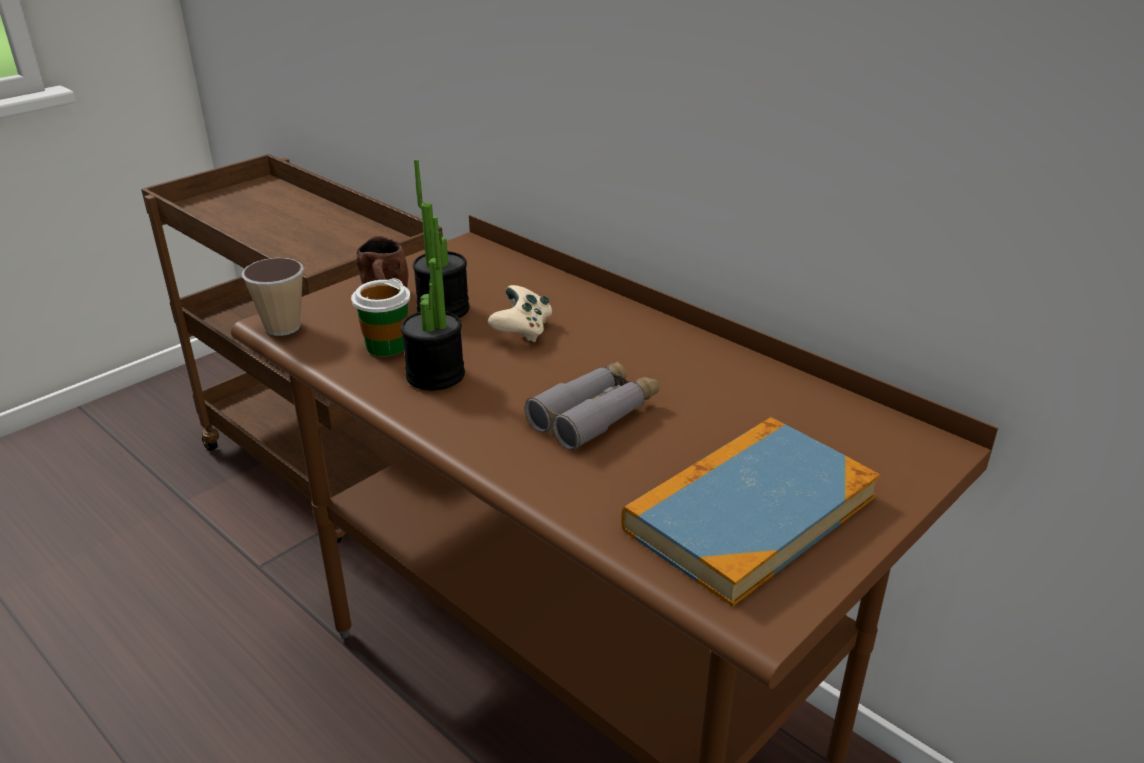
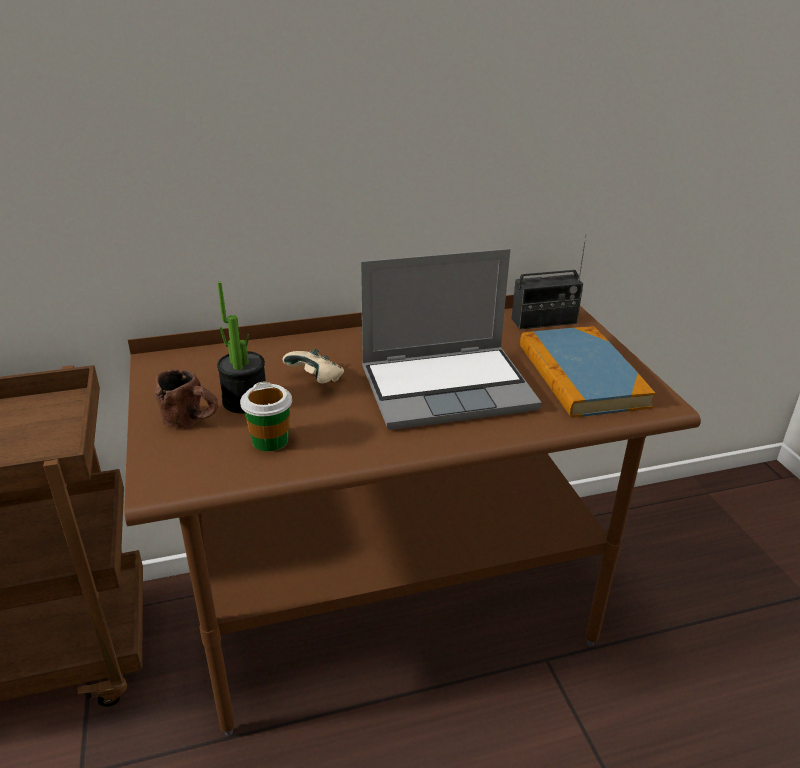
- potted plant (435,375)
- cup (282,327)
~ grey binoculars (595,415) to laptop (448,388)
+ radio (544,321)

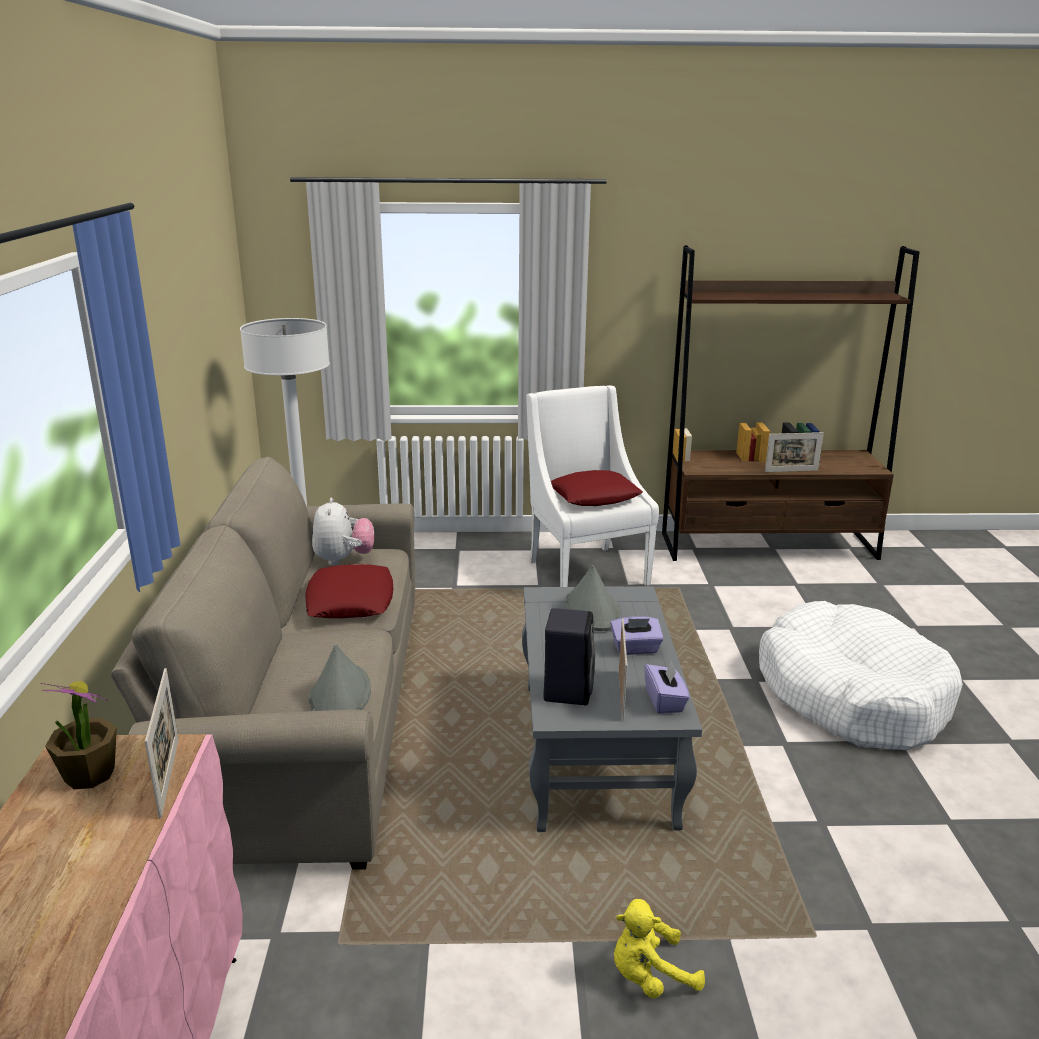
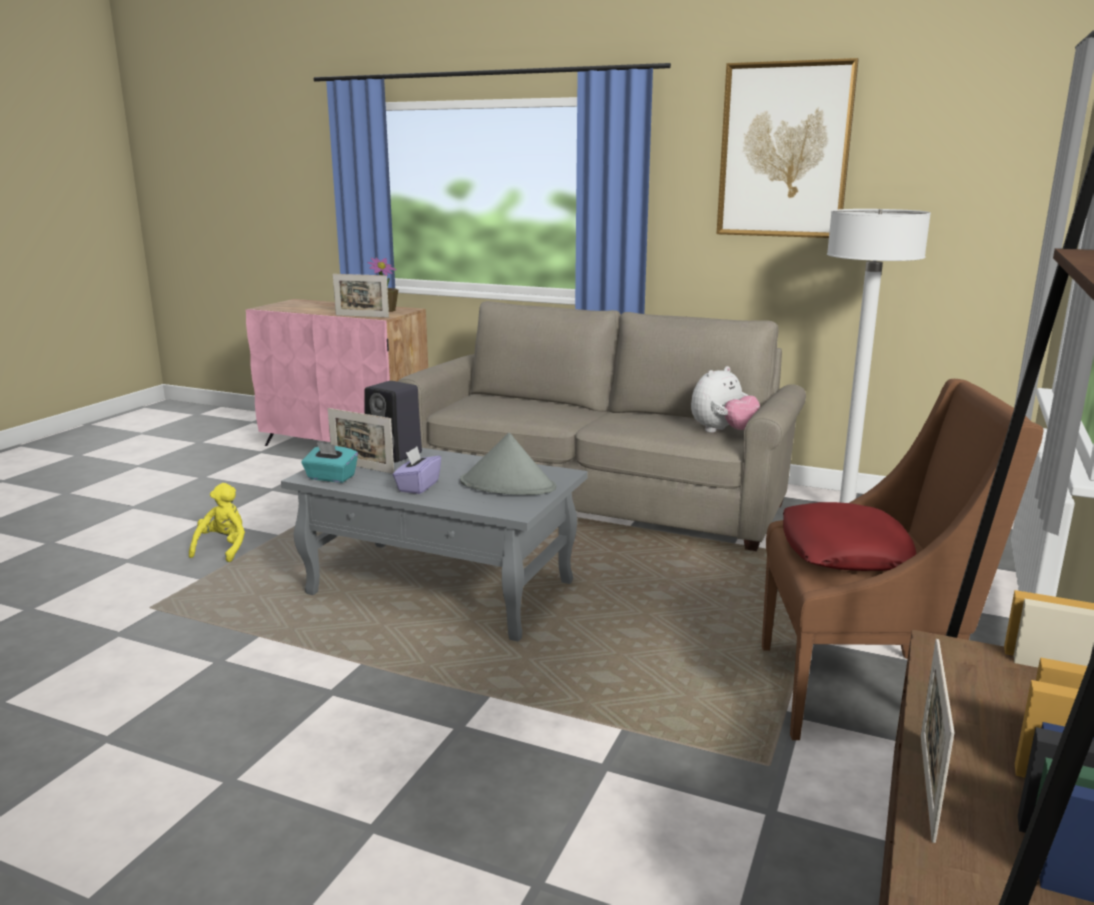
~ white armchair (585,571) to brown armchair (862,692)
~ plush toy (343,560) = (722,431) 60 degrees counterclockwise
- red pillow (350,601)
- white dog bed (851,695)
- grey hat (340,695)
~ purple tissue box (665,701) to turquoise tissue box (331,478)
+ picture (784,151)

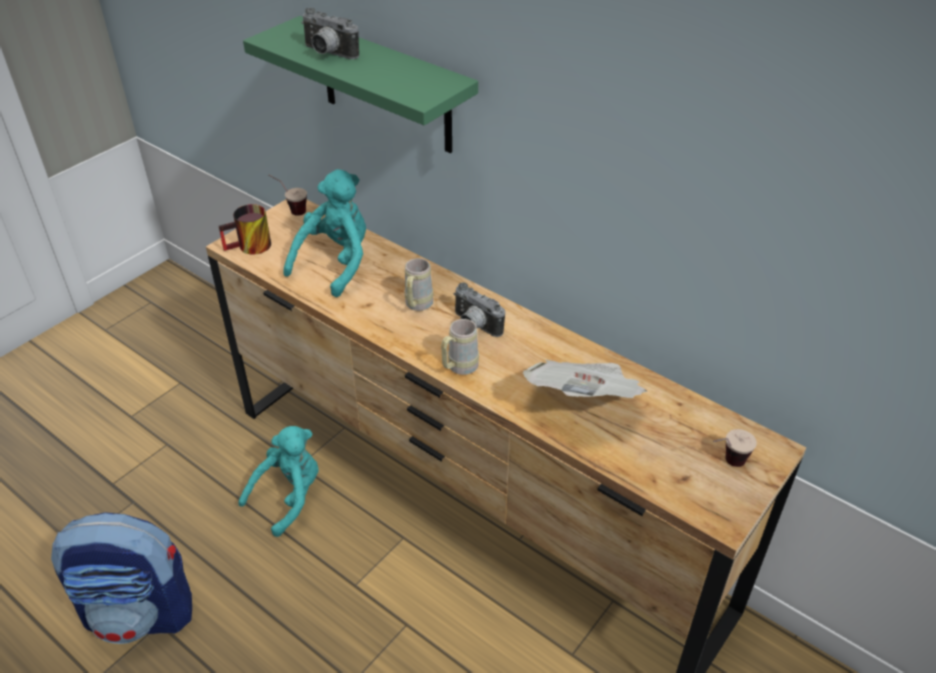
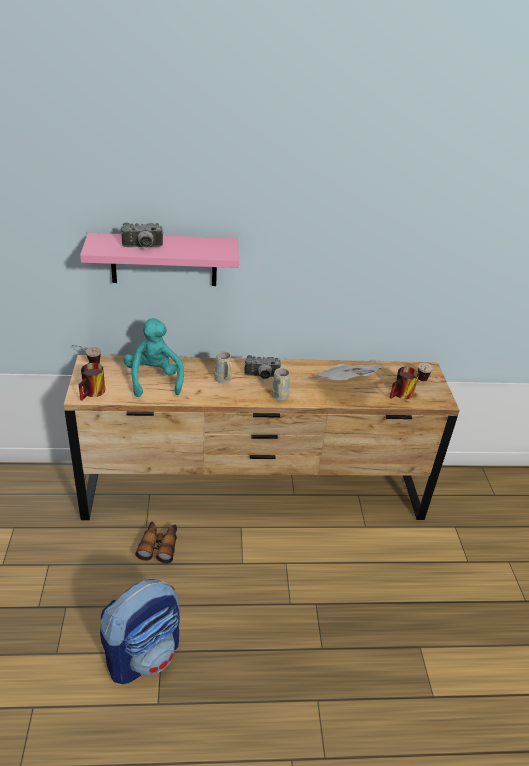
~ green shelf (386,87) to pink shelf (164,260)
~ turquoise plush toy (289,496) to binoculars (159,545)
+ mug (402,395)

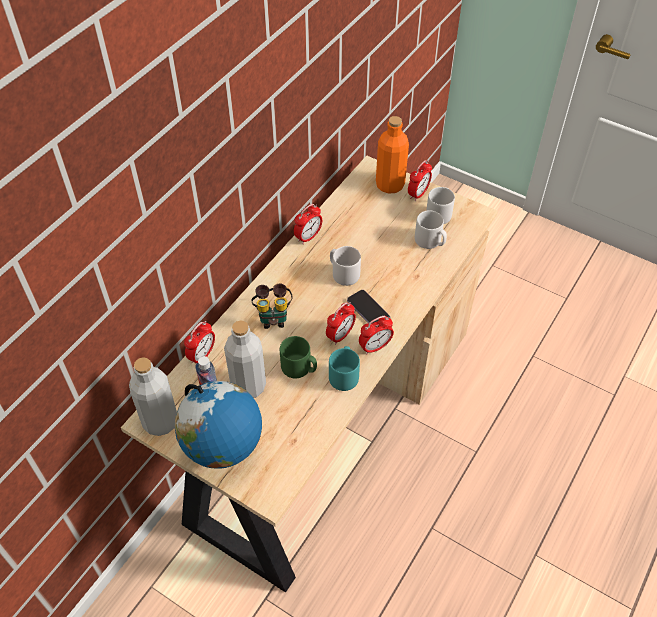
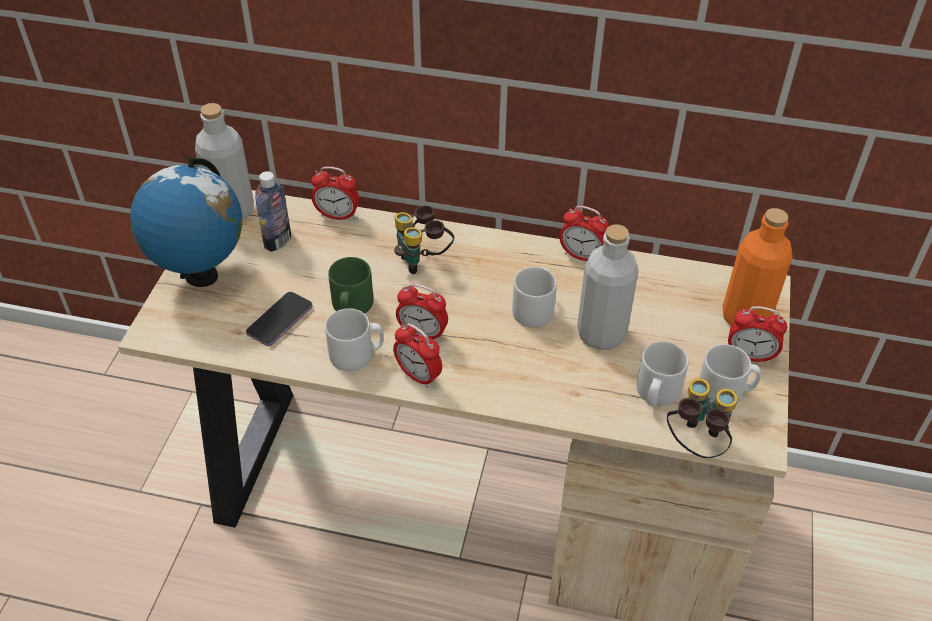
~ phone (368,310) to (280,320)
~ grey bottle (248,386) to (601,334)
~ turquoise mug (344,375) to grey mug (357,355)
+ binoculars (696,443)

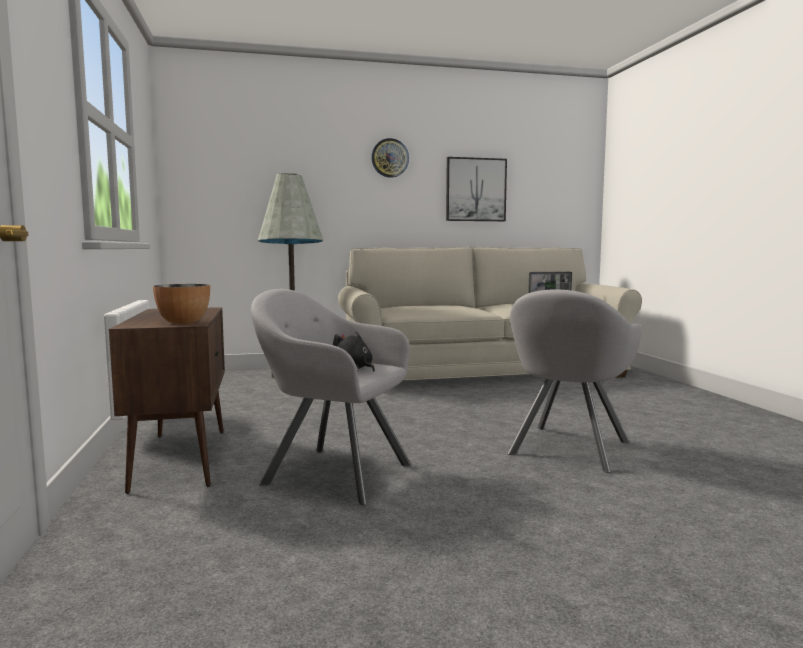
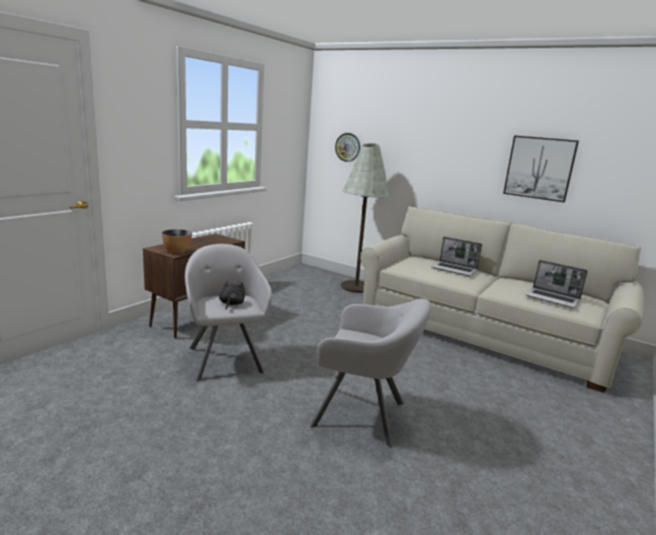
~ wall clock (390,158) to (348,147)
~ grey armchair (568,449) = (364,415) 150 degrees counterclockwise
+ laptop (455,269)

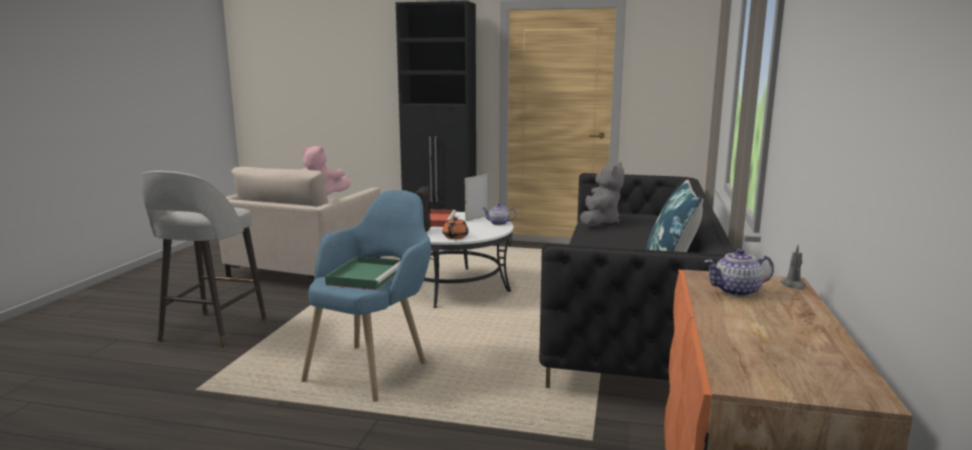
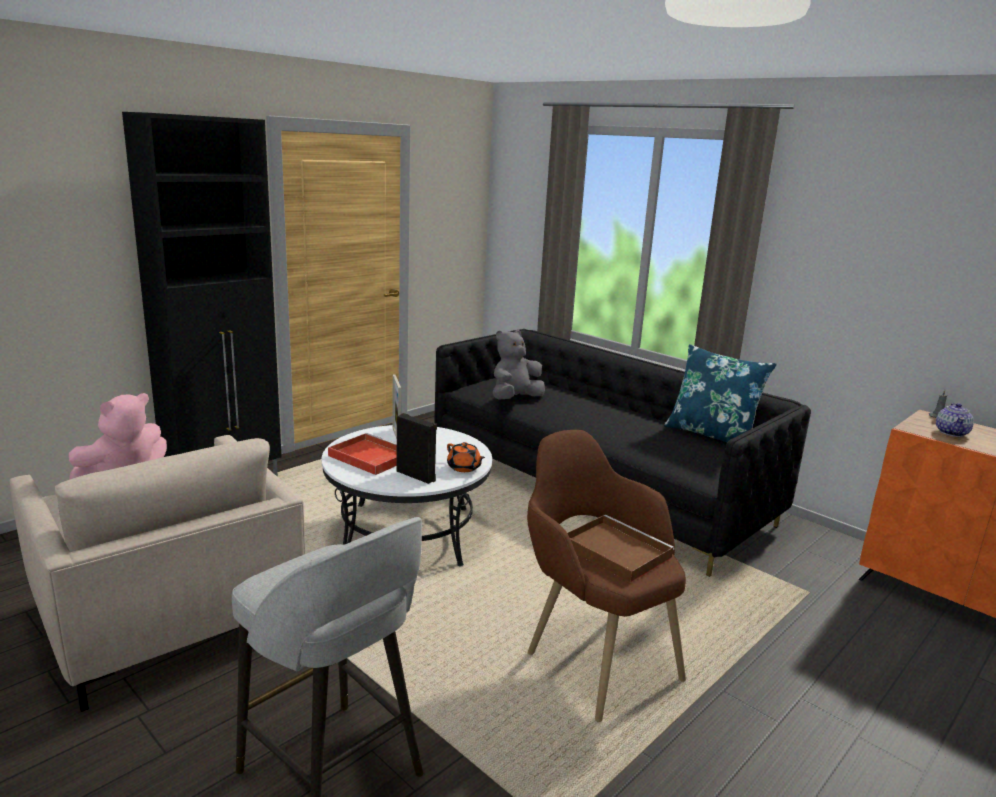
~ grey plush toy (599,222) = (515,399) 90 degrees counterclockwise
~ blue armchair (375,366) to brown armchair (591,655)
- teapot (499,223)
~ green tray (366,276) to brown tray (614,551)

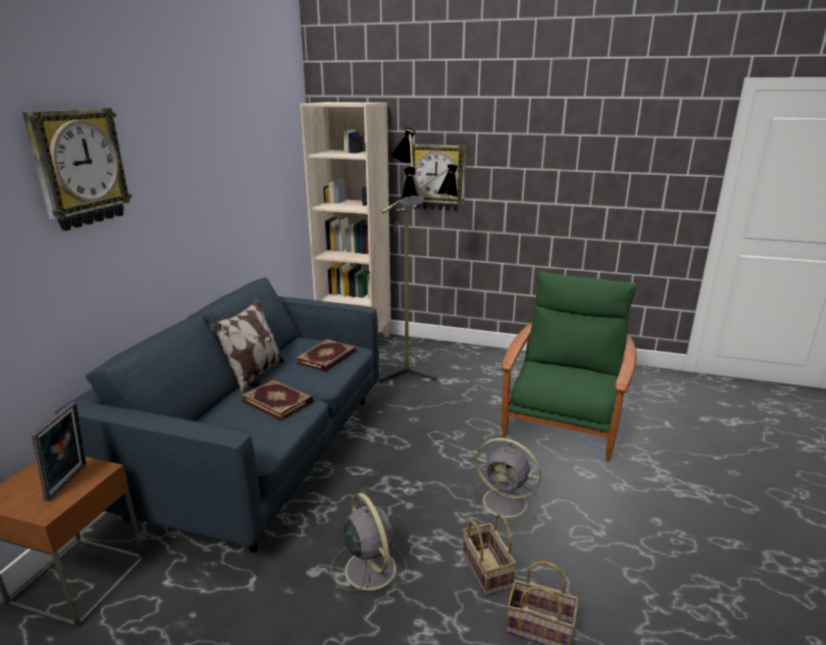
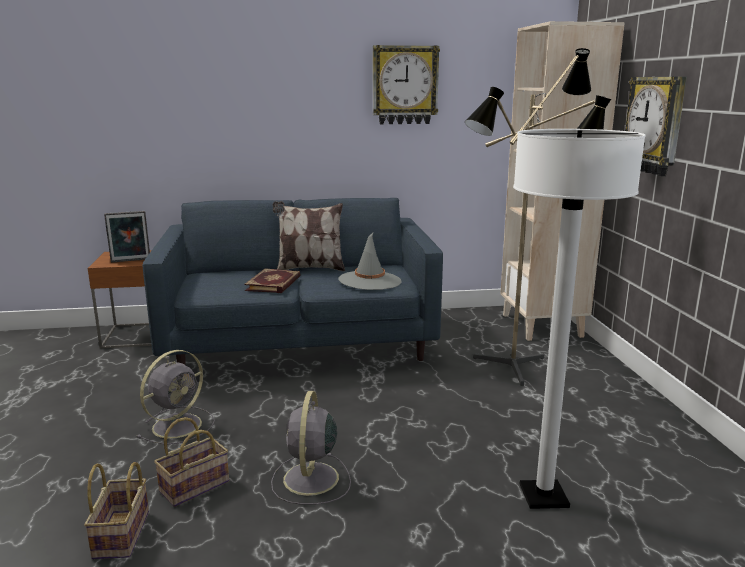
~ wall clock (79,168) to (404,85)
~ green armchair (563,418) to white floor lamp (543,496)
~ book (327,357) to grey hat (370,281)

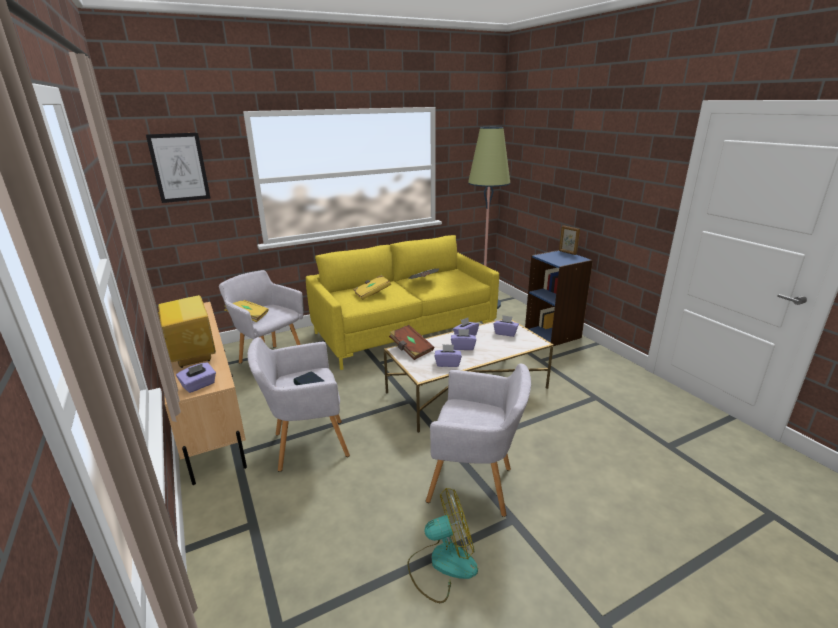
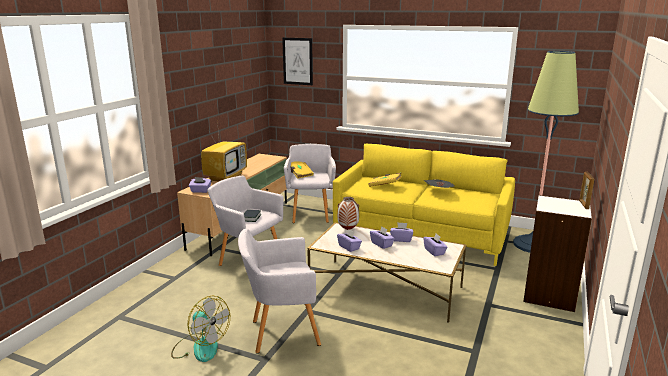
~ blue bookcase (553,334) to white bookcase (550,295)
~ brown book (411,349) to vase (347,230)
~ grey armchair (475,485) = (281,332) 105 degrees clockwise

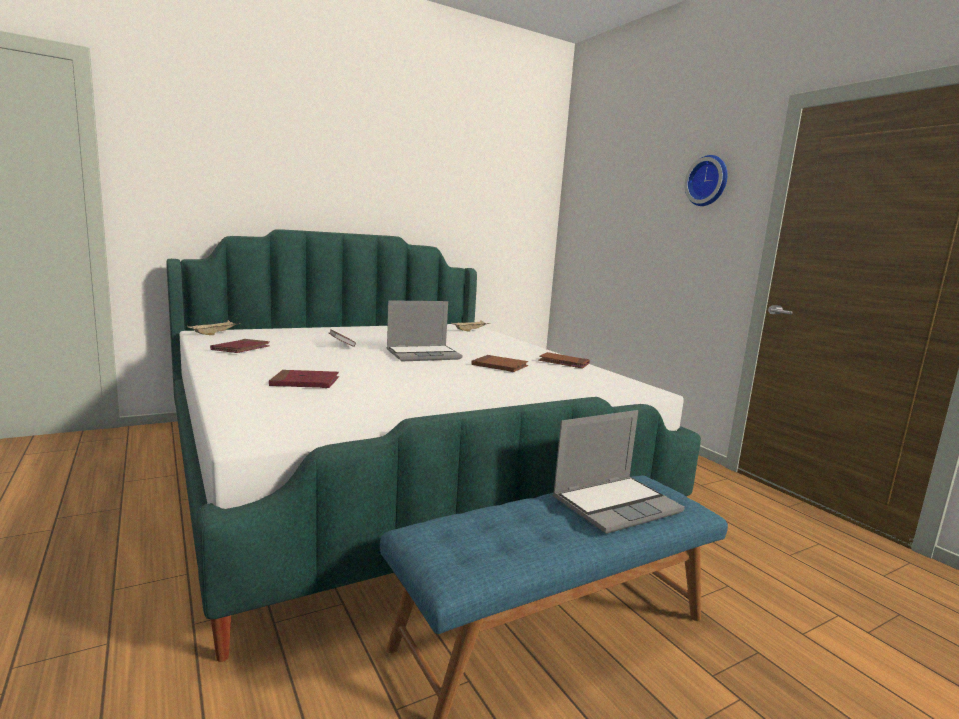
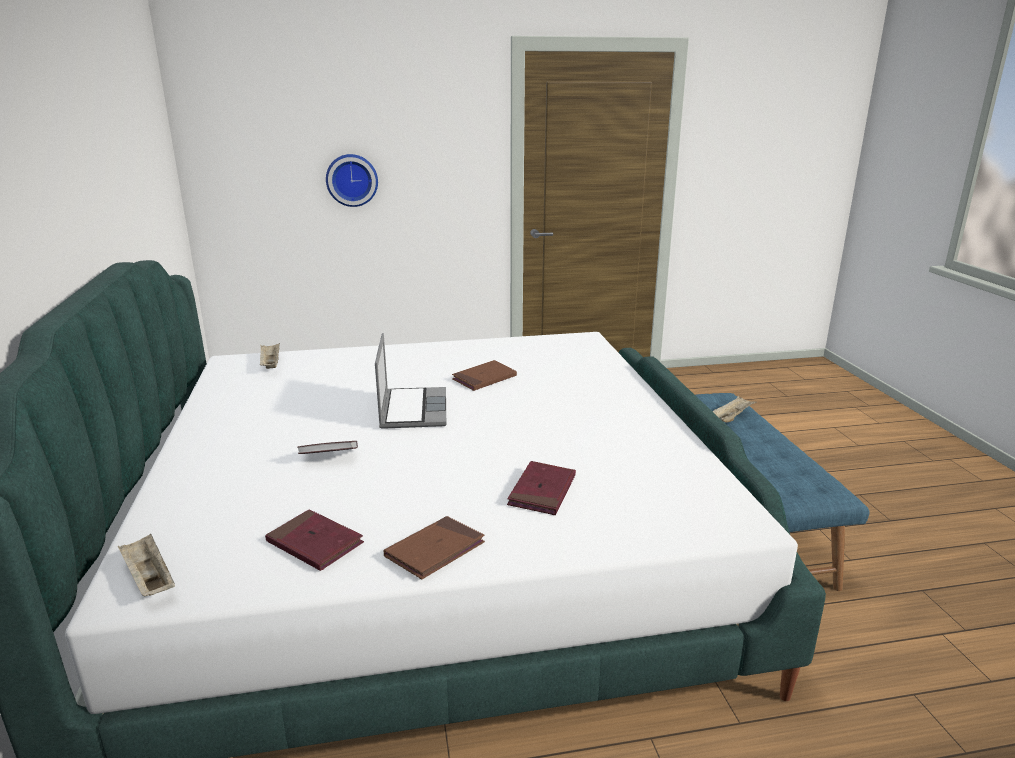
~ wall clock (708,181) to (352,180)
~ brown book (563,363) to (435,551)
~ laptop (616,504) to beige tray (730,417)

